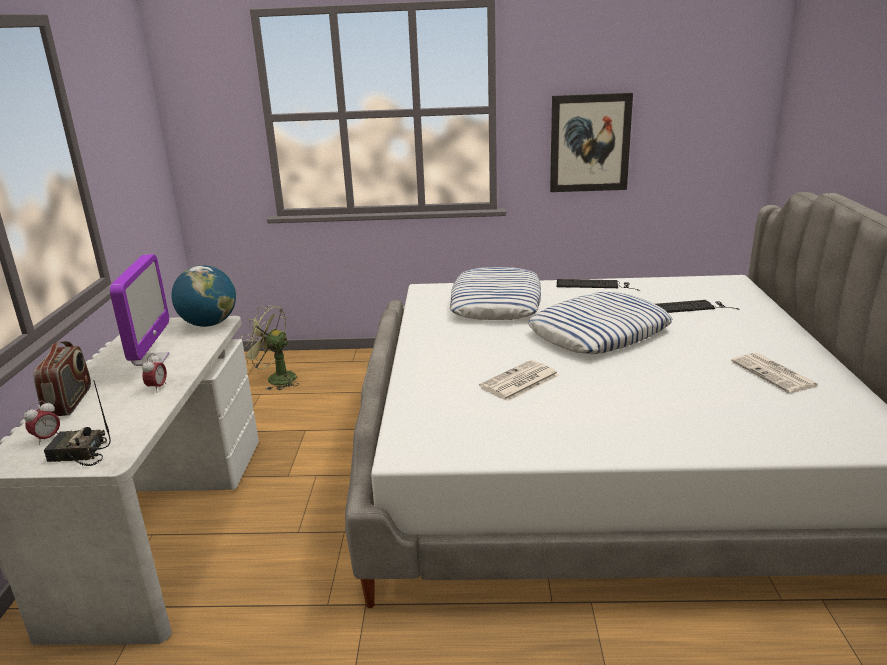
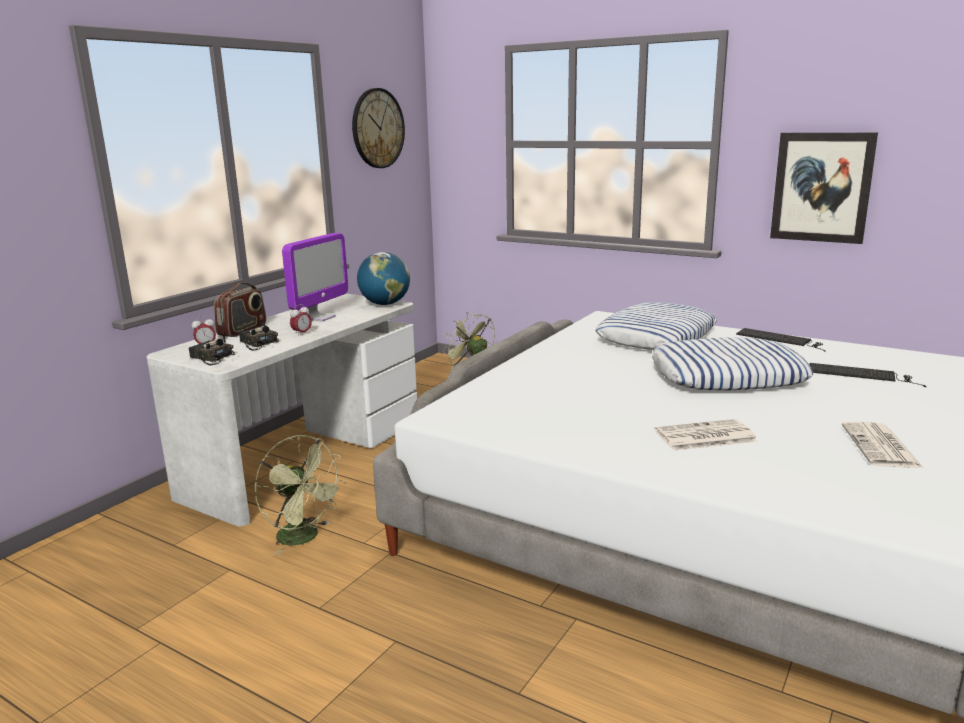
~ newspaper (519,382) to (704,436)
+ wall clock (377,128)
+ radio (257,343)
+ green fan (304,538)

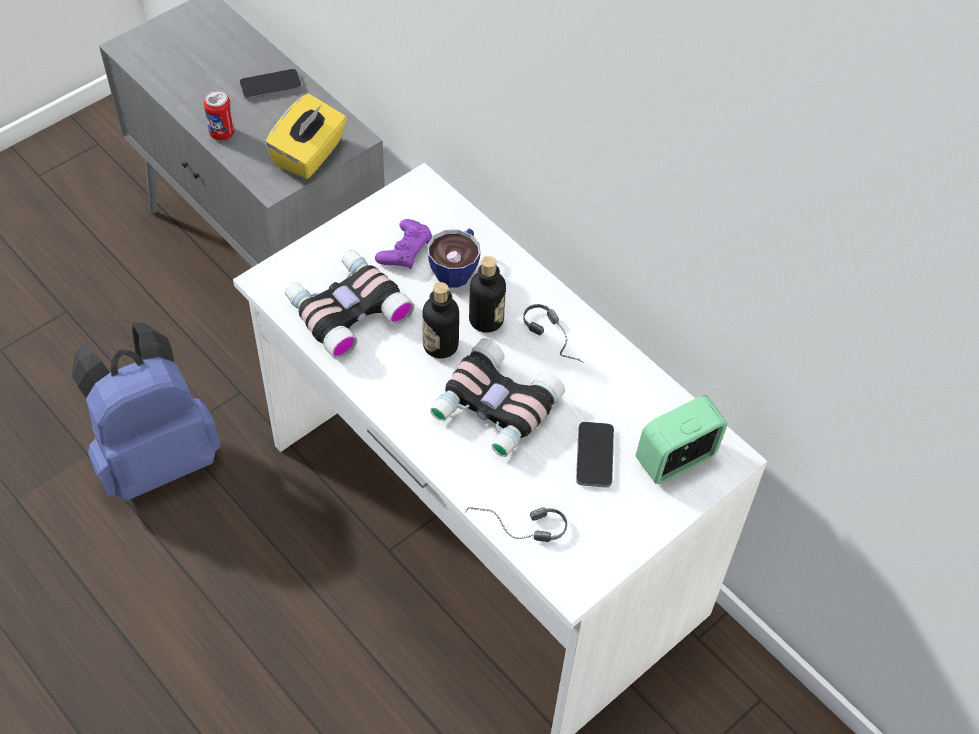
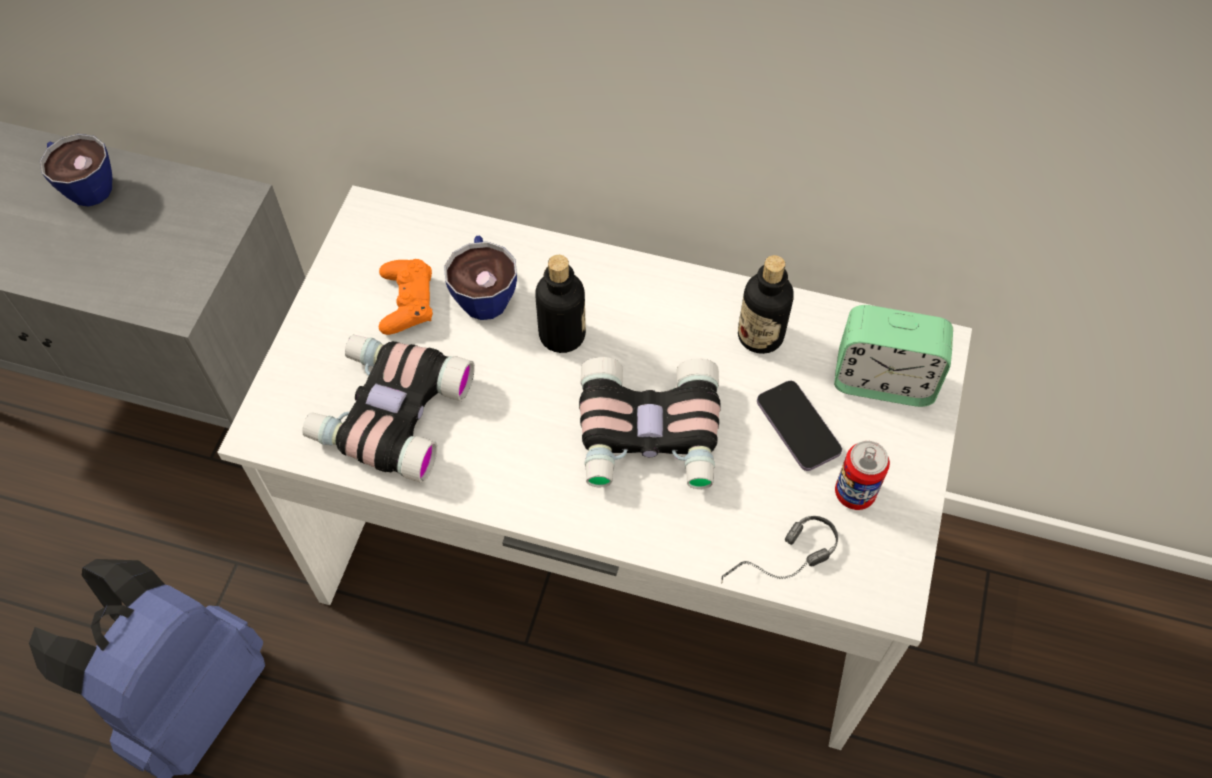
~ phone (270,86) to cup (85,185)
~ can (222,133) to (854,493)
- yellow tissue box (309,154)
~ purple game controller (405,250) to orange game controller (407,302)
~ bottle (440,345) to (760,335)
- headphones (558,340)
~ alarm clock (676,459) = (883,380) 105 degrees counterclockwise

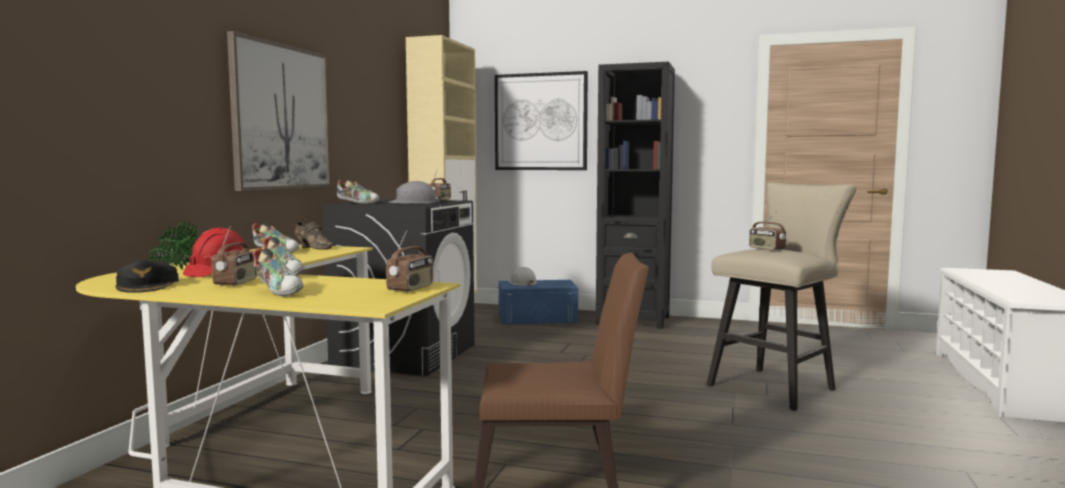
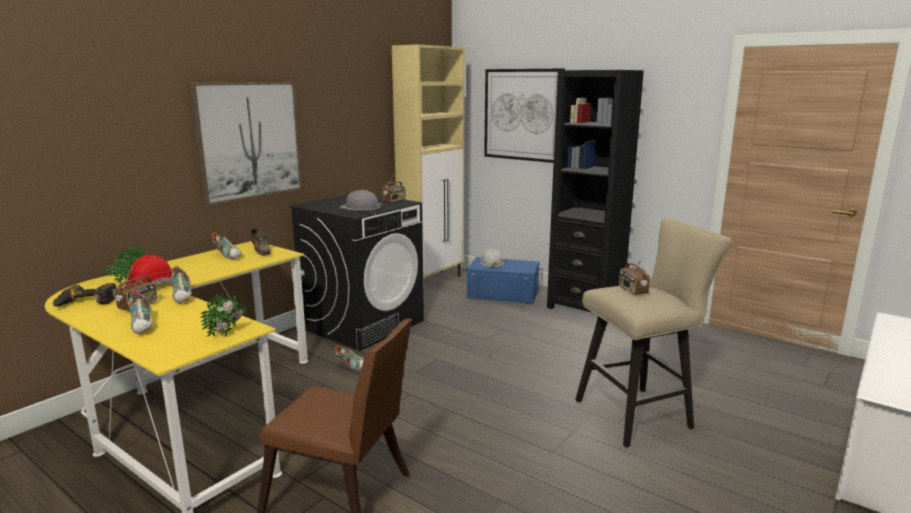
~ shoe (358,203) to (352,366)
~ radio (411,288) to potted plant (228,333)
~ black cap (148,285) to power drill (85,303)

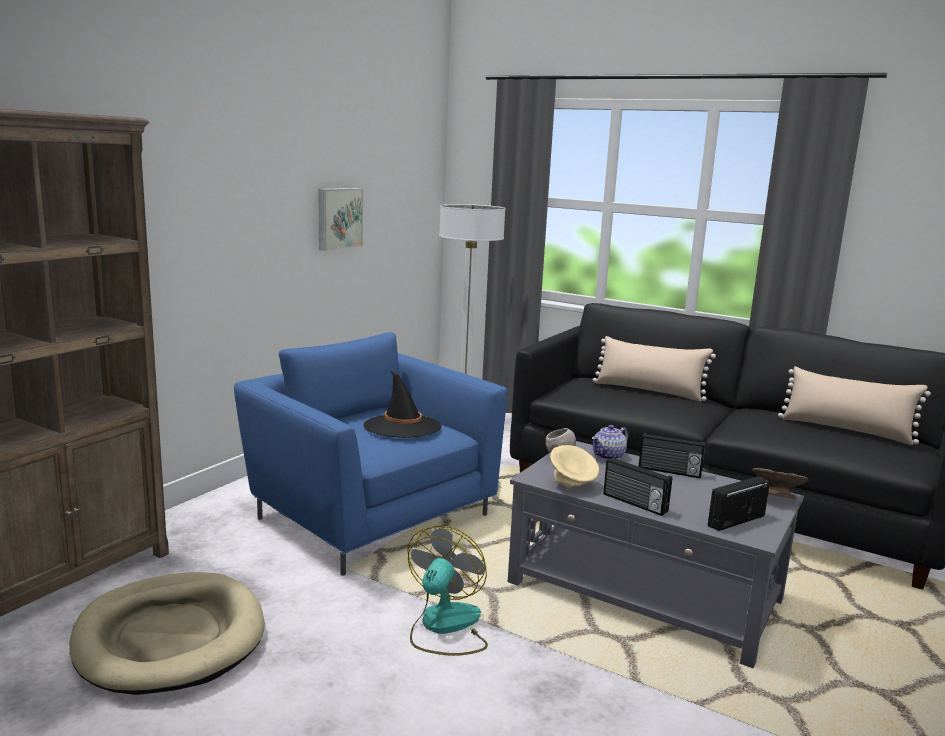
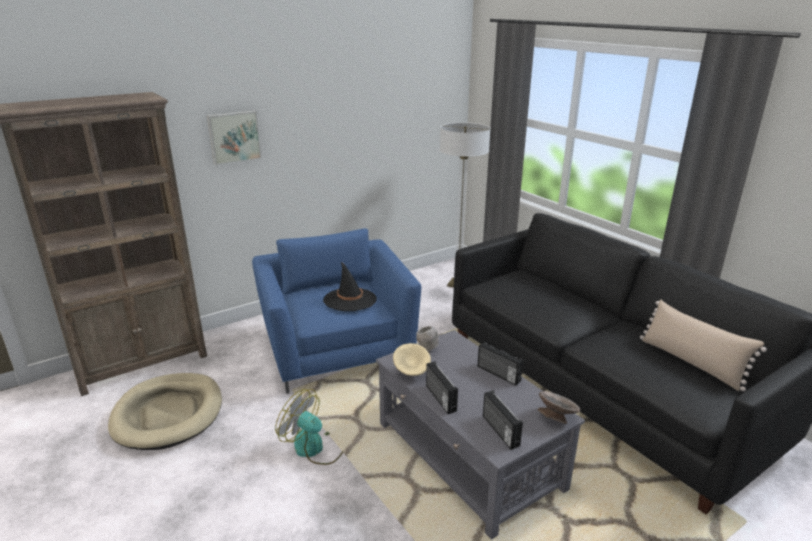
~ picture (338,218) to (234,137)
- beige pillow (649,391)
- teapot (609,456)
~ radio (735,520) = (499,431) 105 degrees counterclockwise
~ fan (445,627) = (315,447) 105 degrees counterclockwise

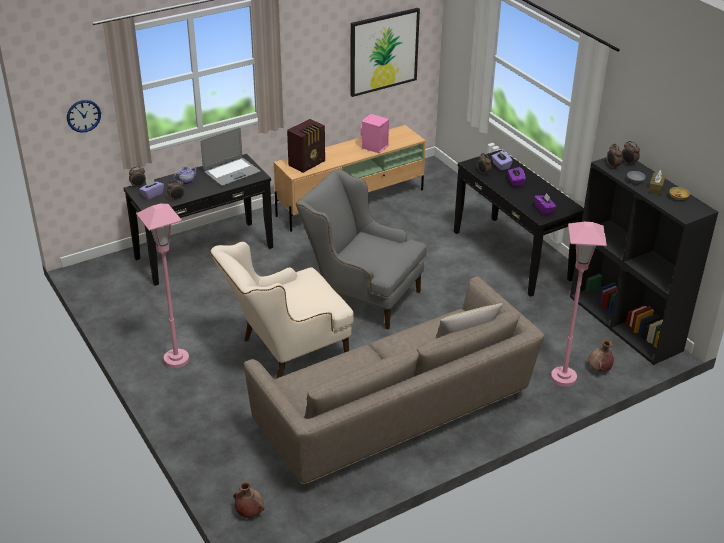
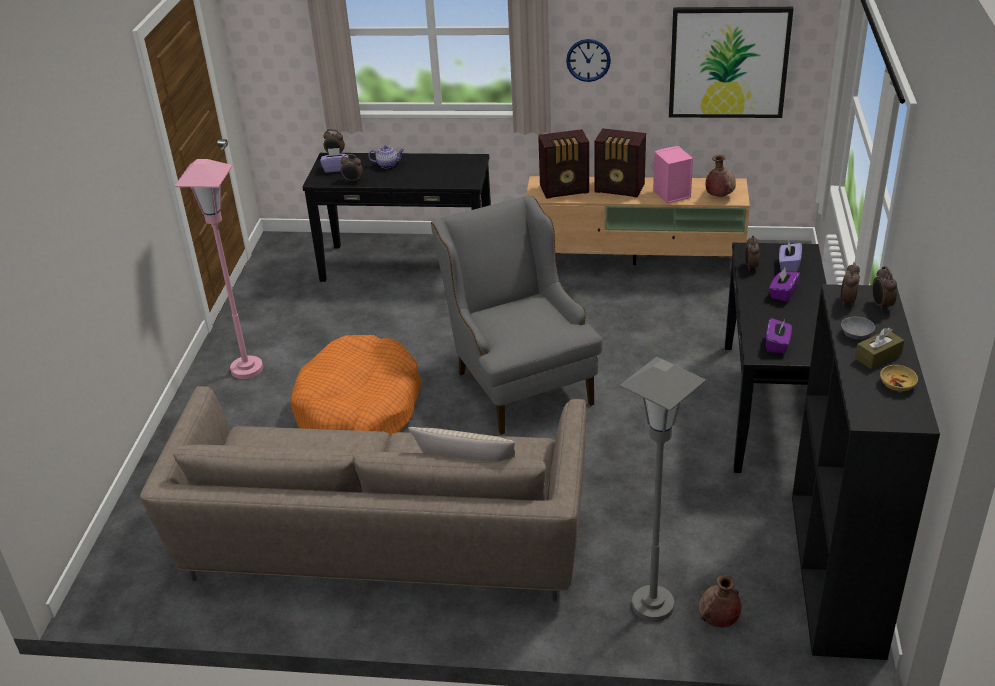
~ wall clock (83,116) to (588,60)
- laptop (231,172)
~ pink floor lamp (563,378) to grey floor lamp (652,605)
~ beige armchair (285,351) to orange dog bed (359,409)
~ brown vase (249,512) to (719,196)
+ radio (620,189)

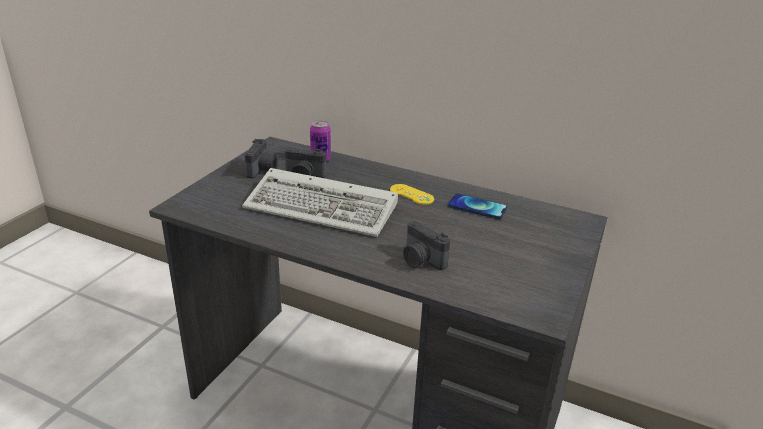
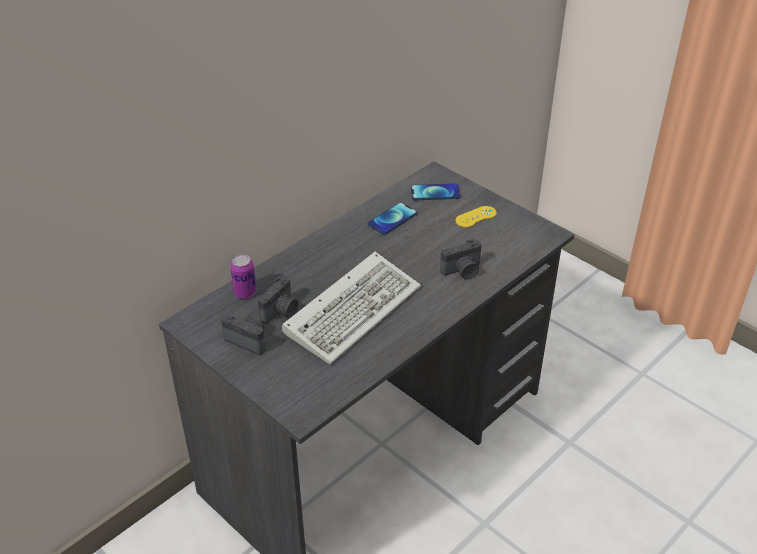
~ yellow game controller (411,194) to (476,217)
+ phone (435,193)

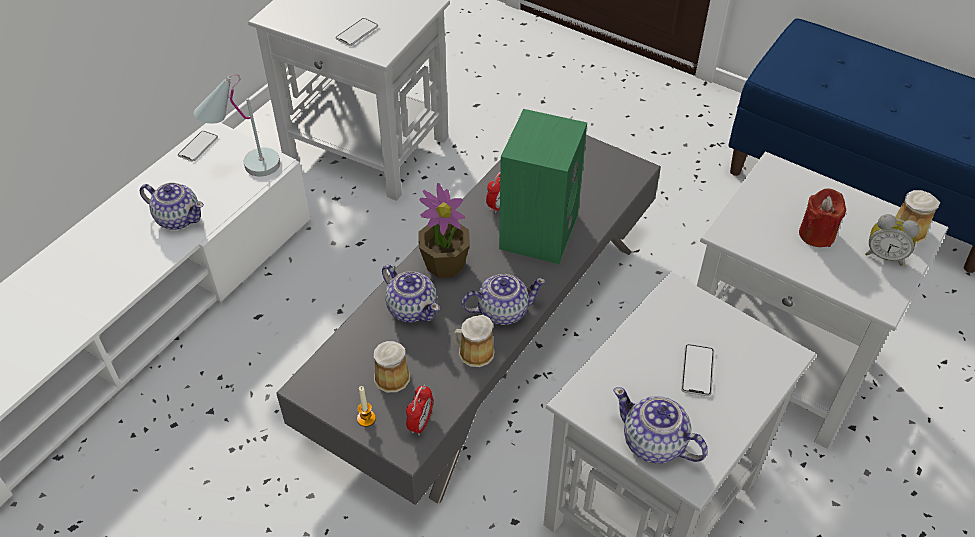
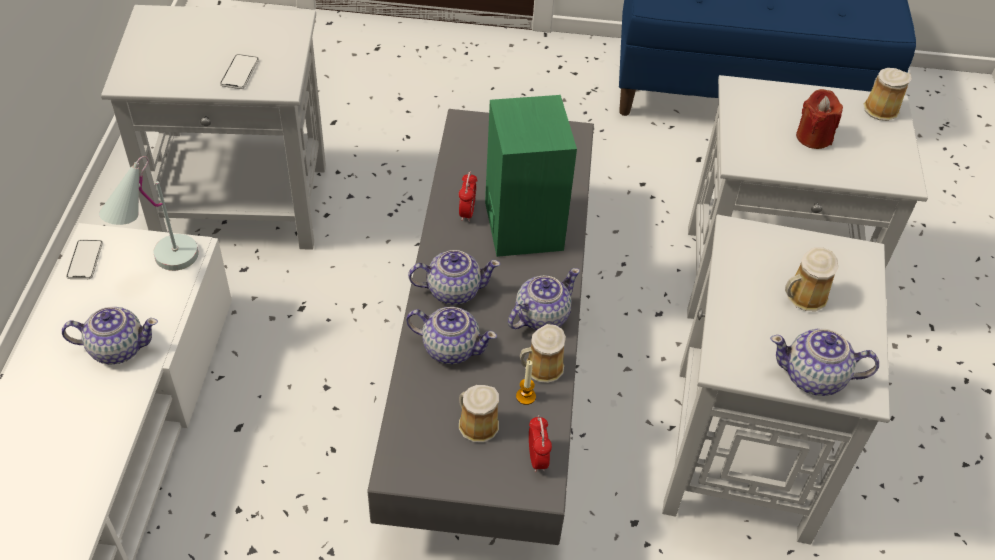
~ potted plant (445,263) to teapot (453,290)
- alarm clock (884,255)
~ phone (697,370) to mug (803,297)
~ candle (366,418) to (525,396)

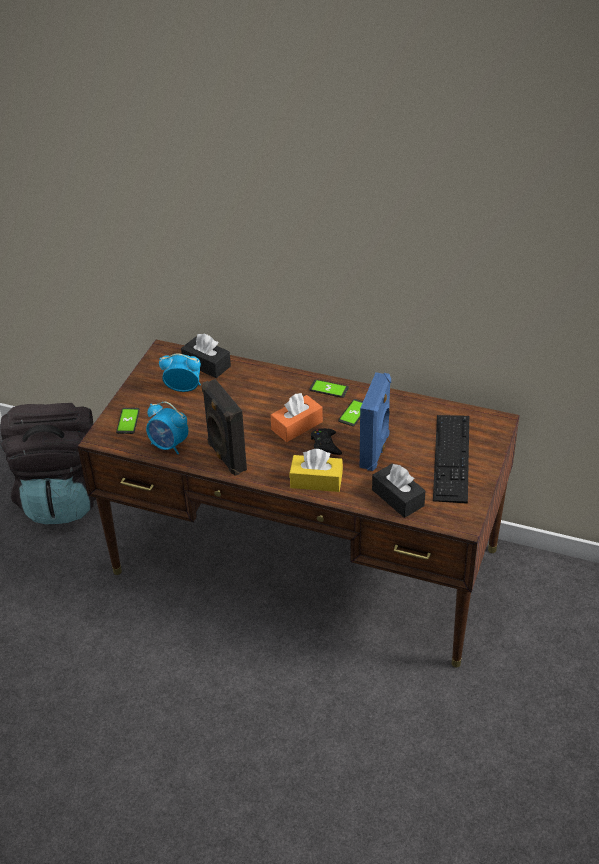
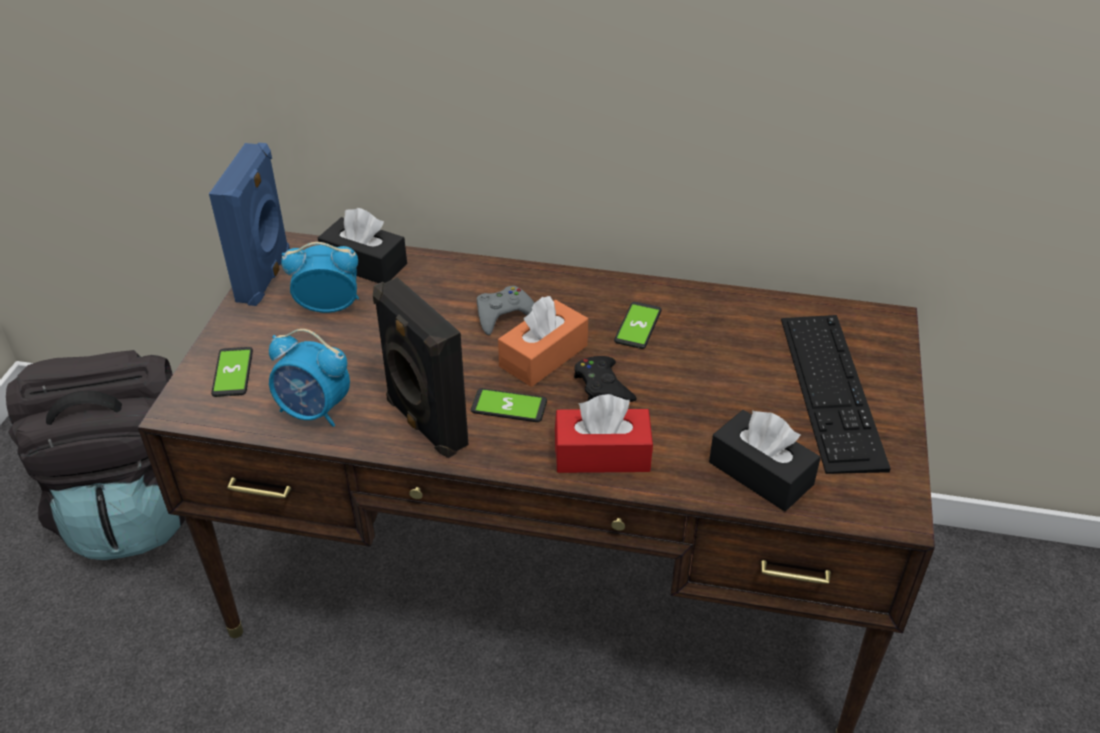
~ blue speaker (375,451) to (266,277)
~ phone (329,389) to (509,406)
~ yellow tissue box (316,481) to red tissue box (602,454)
+ grey game controller (504,315)

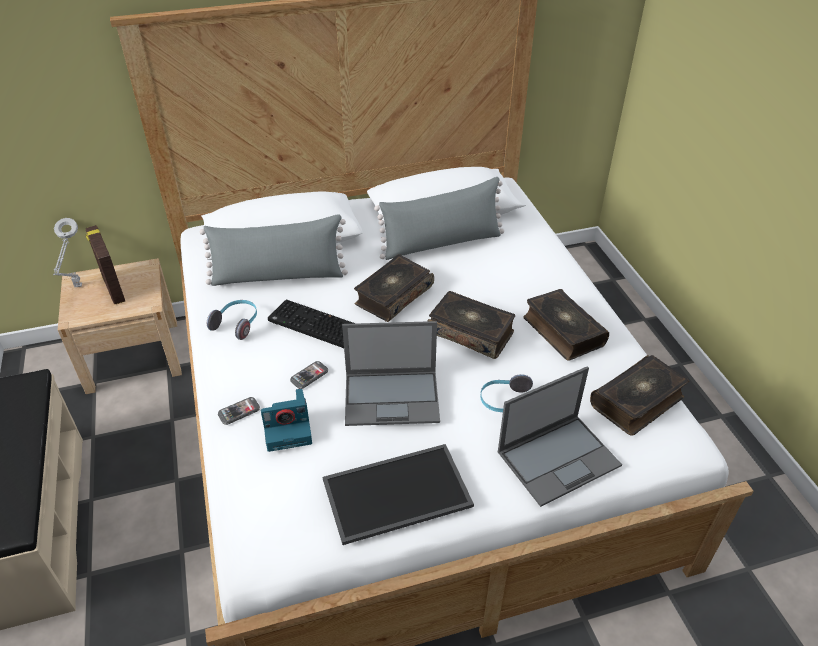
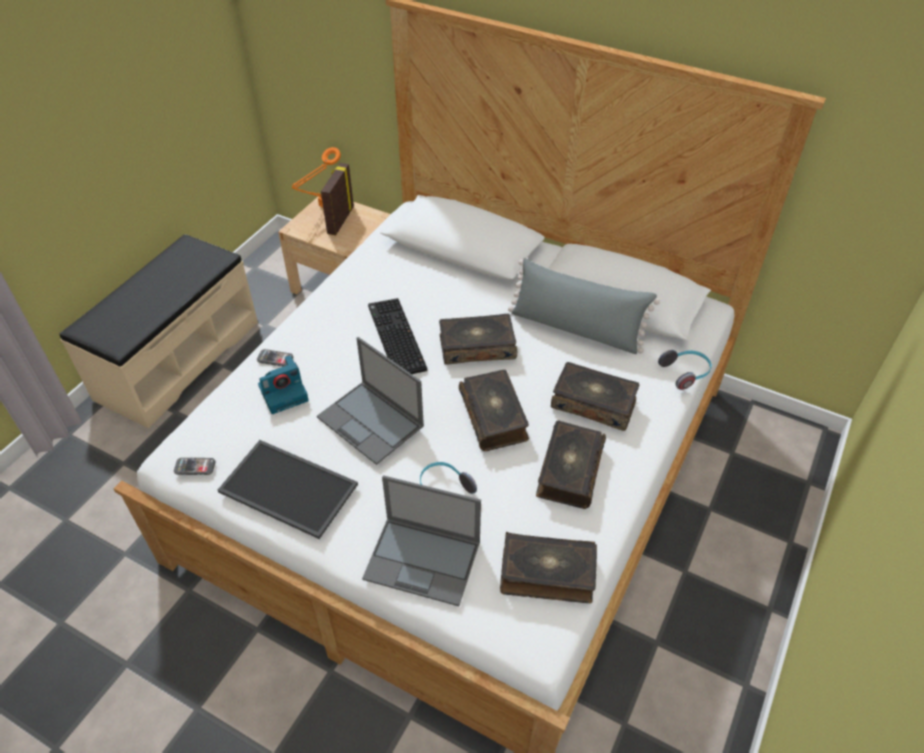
- grey pillow (278,276)
~ grey table lamp (78,287) to orange table lamp (321,207)
~ headphones (237,324) to (685,373)
~ phone (309,376) to (195,467)
~ photo camera (289,428) = (284,392) 60 degrees counterclockwise
+ book (593,403)

